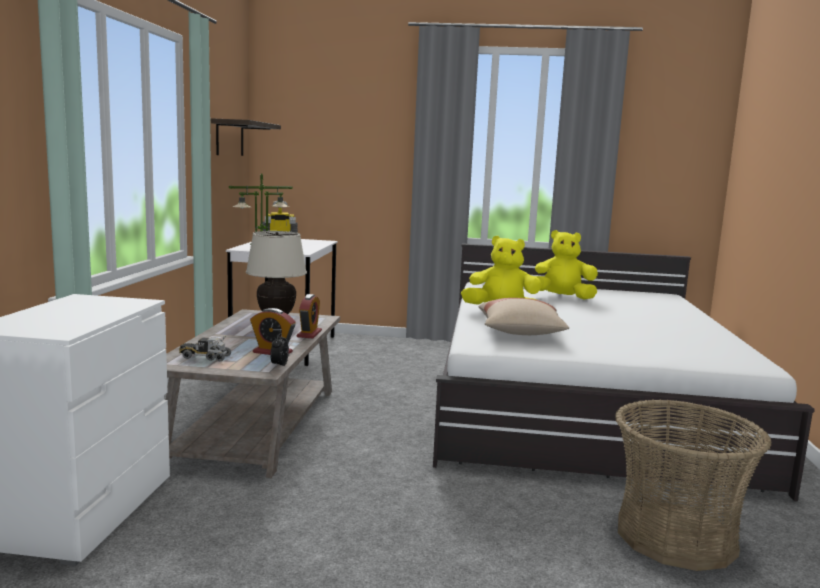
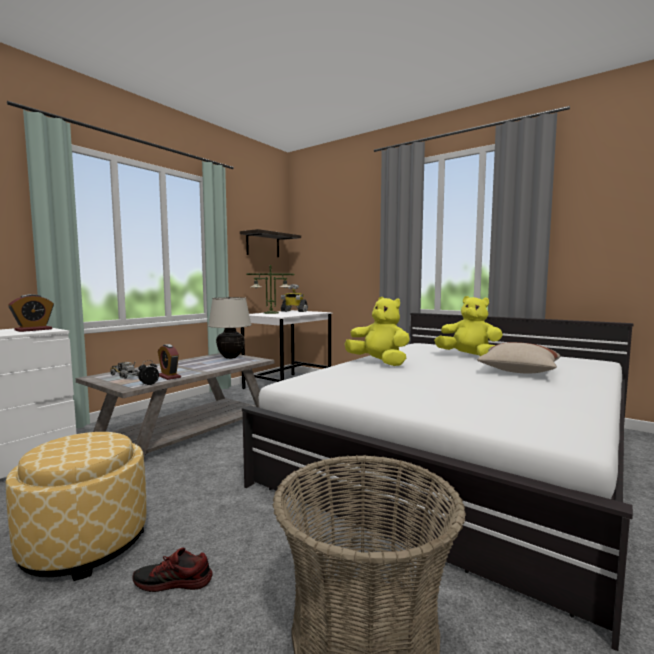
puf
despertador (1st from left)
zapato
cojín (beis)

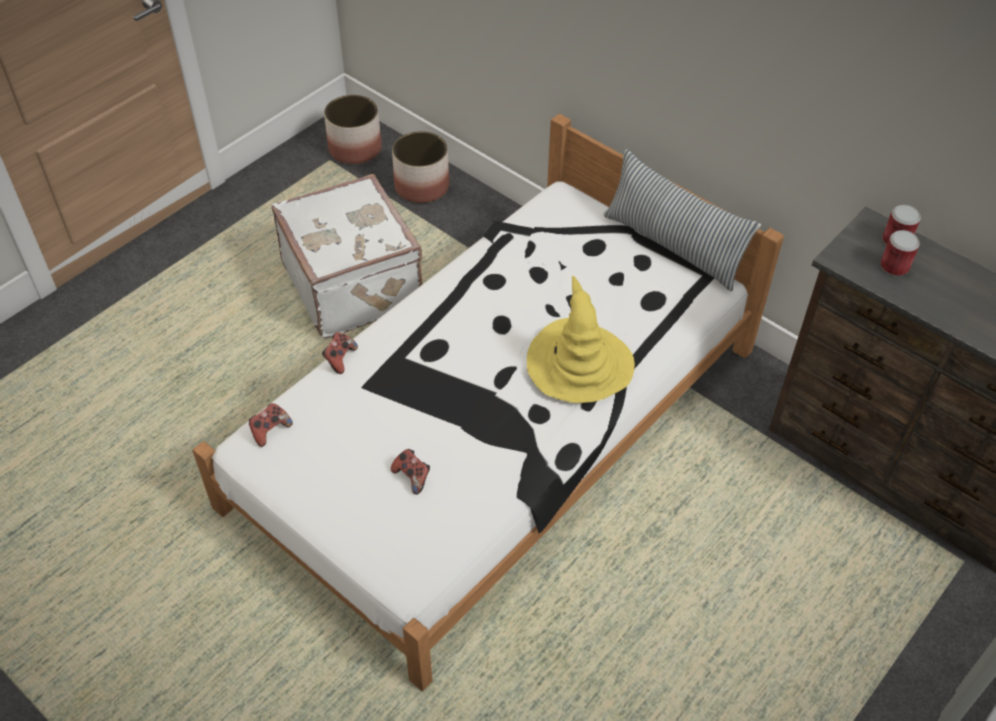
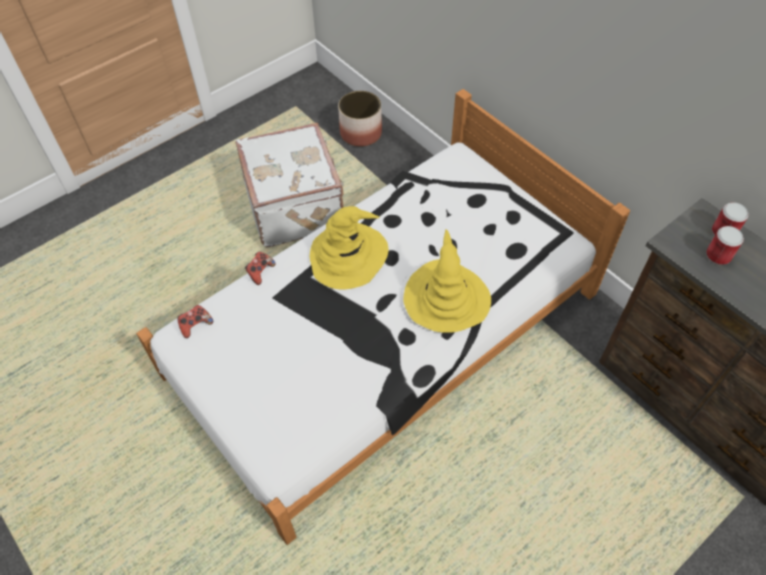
sombrero (amarillo) (1st from left)
maceta (1st from left in the first image)
mando de consola (3rd from left in the first image)
cojín

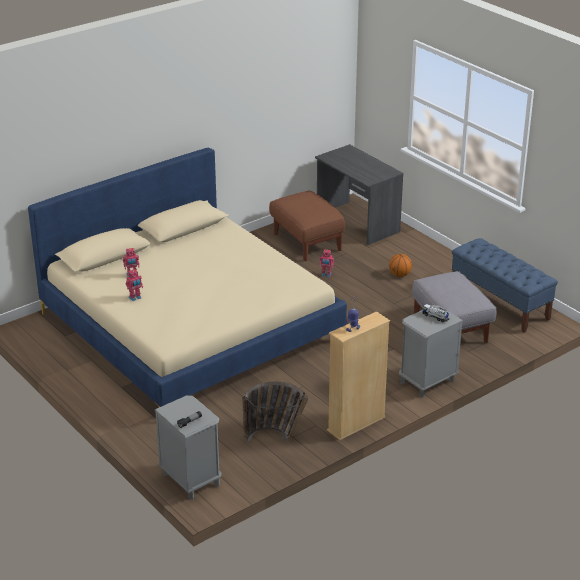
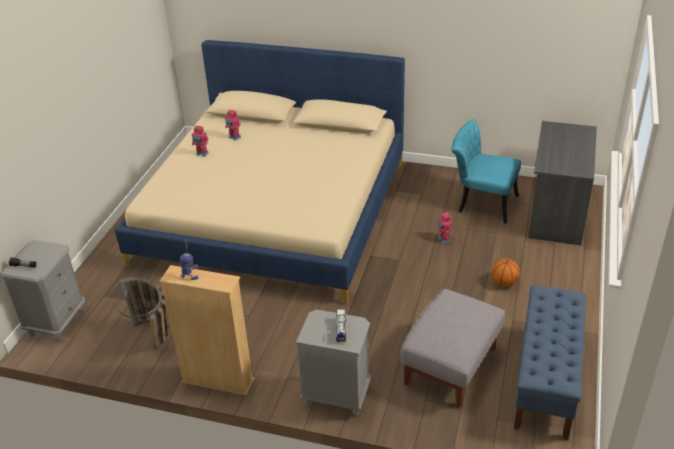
silla (turquesa)

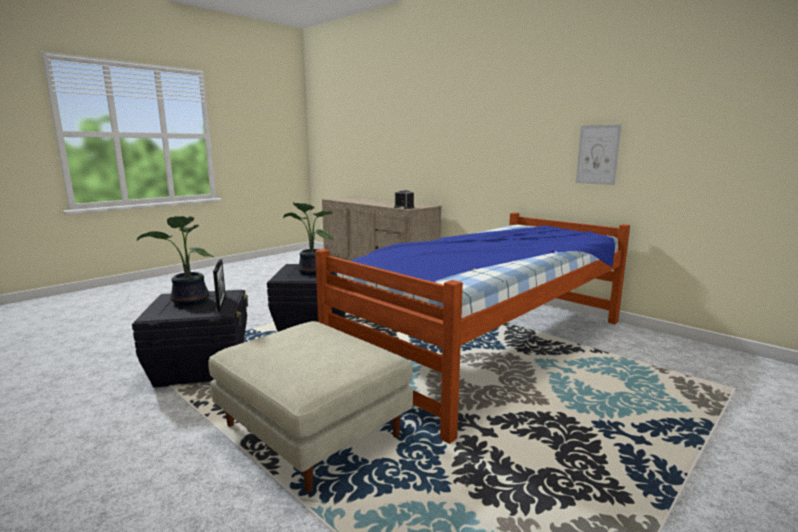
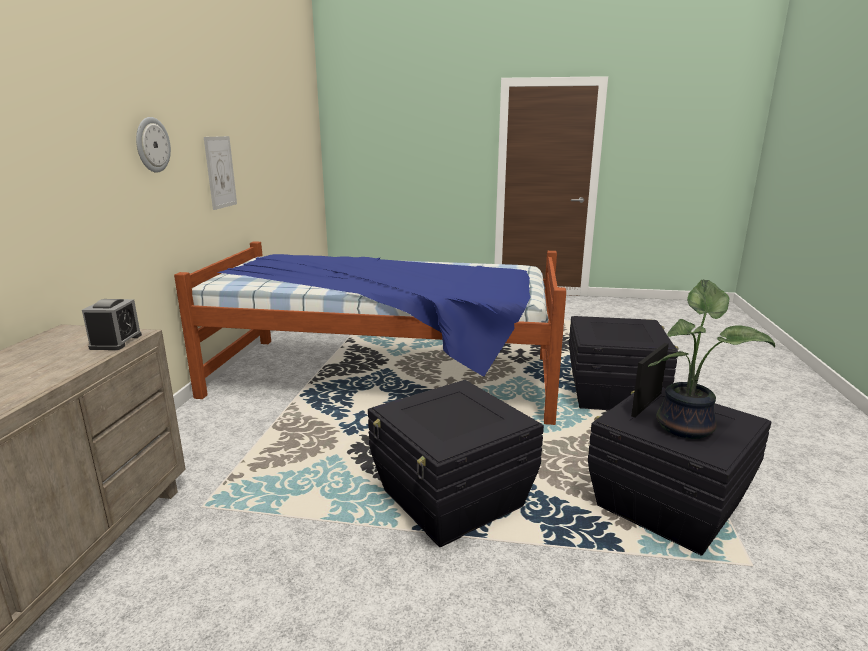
reloj de pared
caja de almacenaje (negro) (2nd from left)
planta en maceta (2nd from left in the first image)

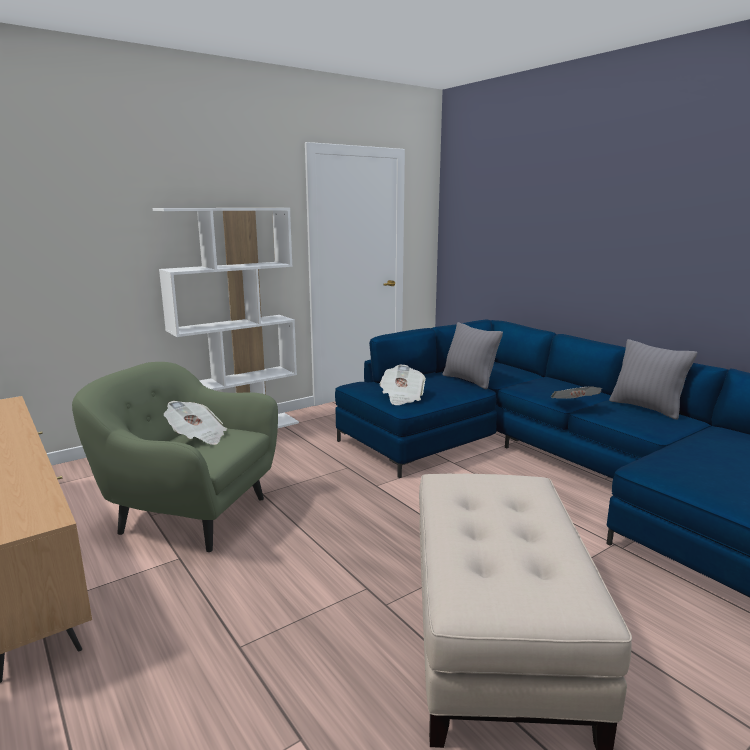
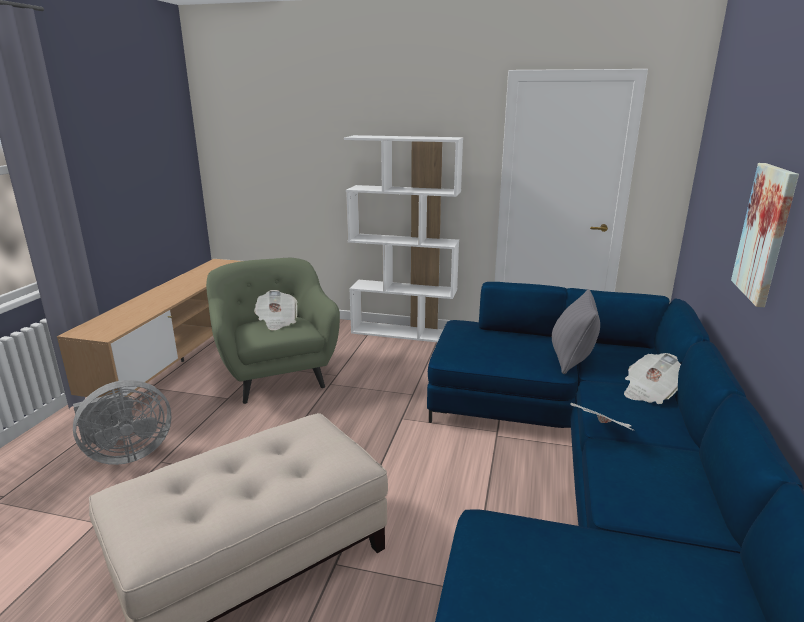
ventilador (gris)
periódico (3rd from left)
cuadro
cojín (gris) (2nd from left in the first image)

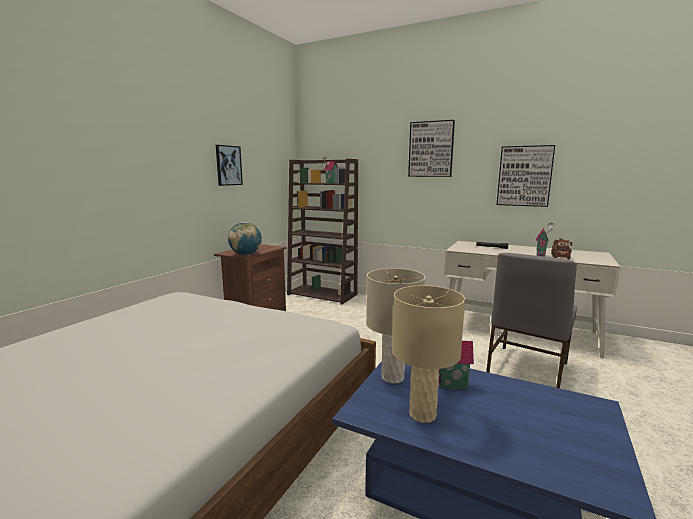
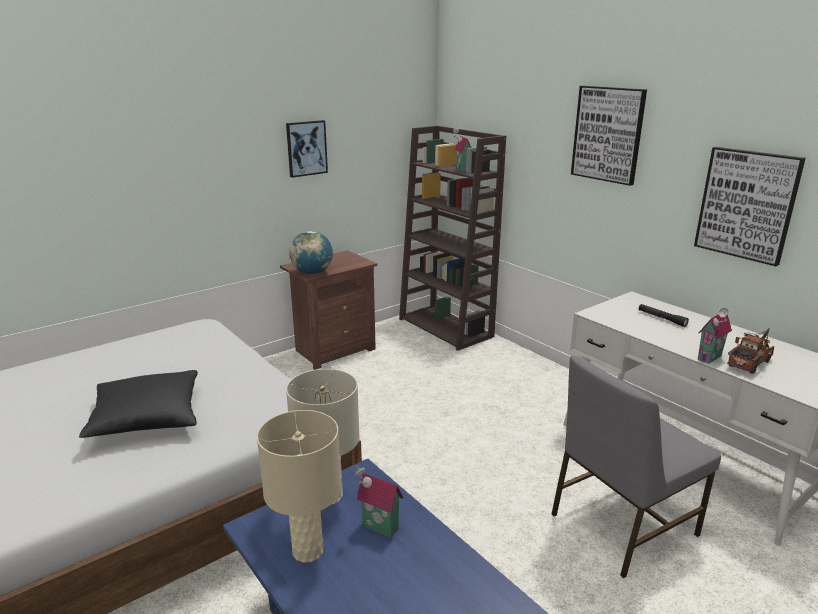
cojín (negro)

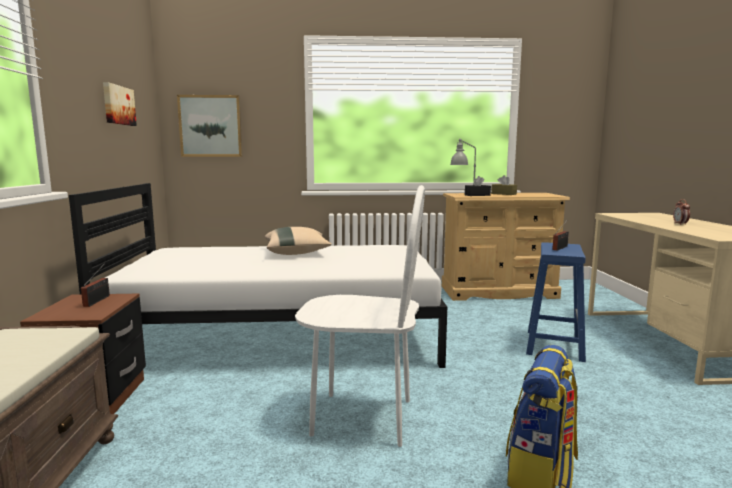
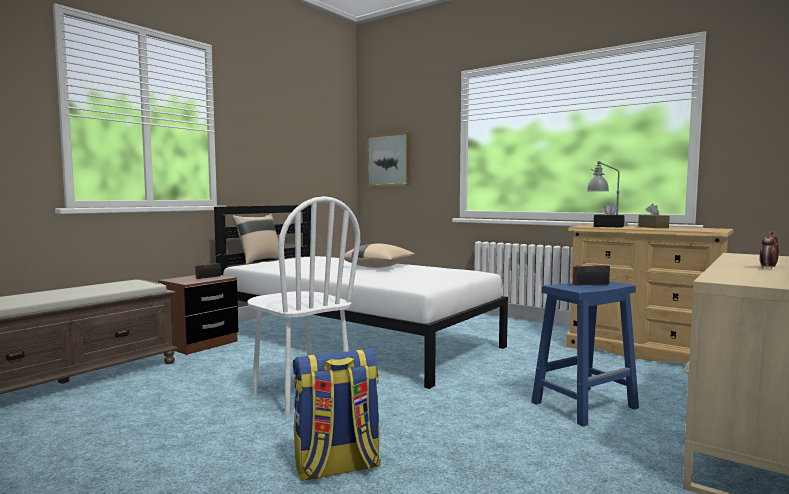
cojín (beis) (1st from left)
cuadro (1st from left in the first image)

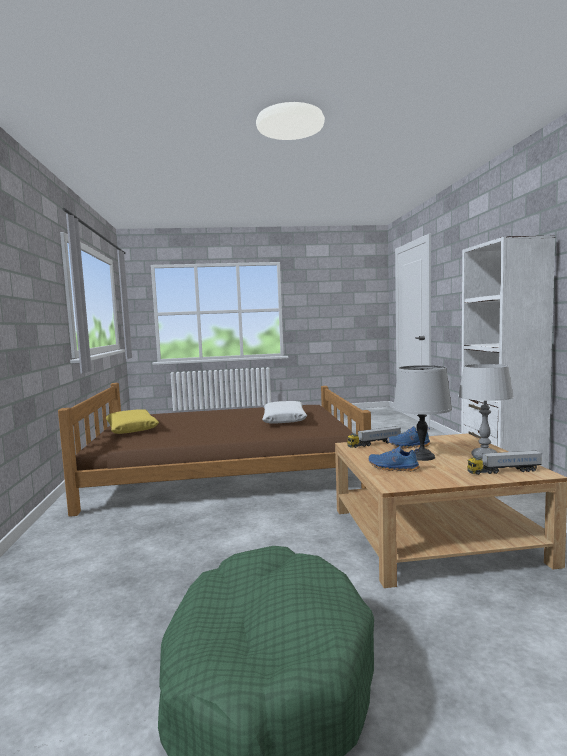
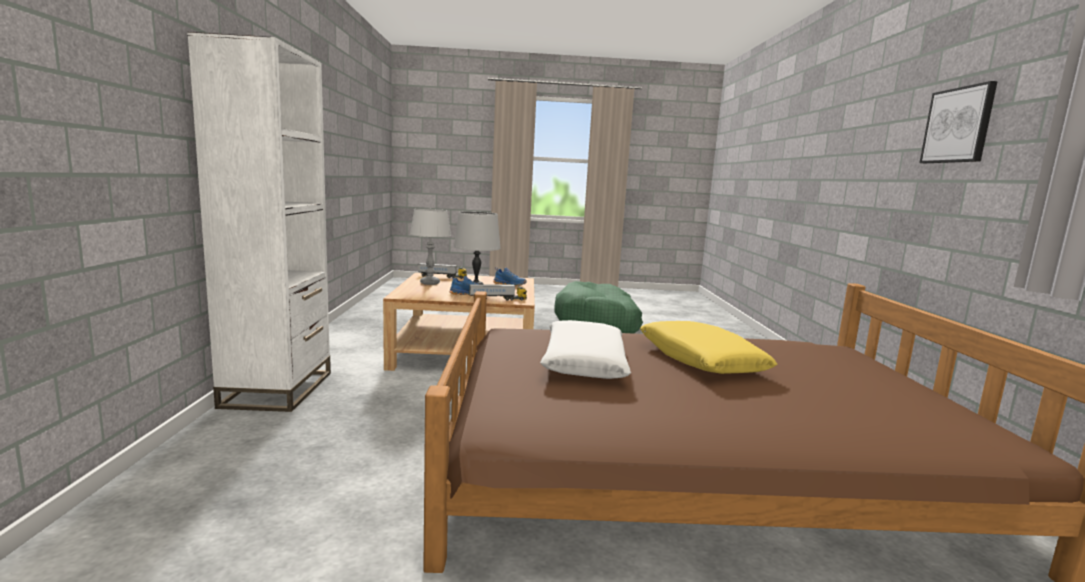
cojín (amarillo)
cuadro

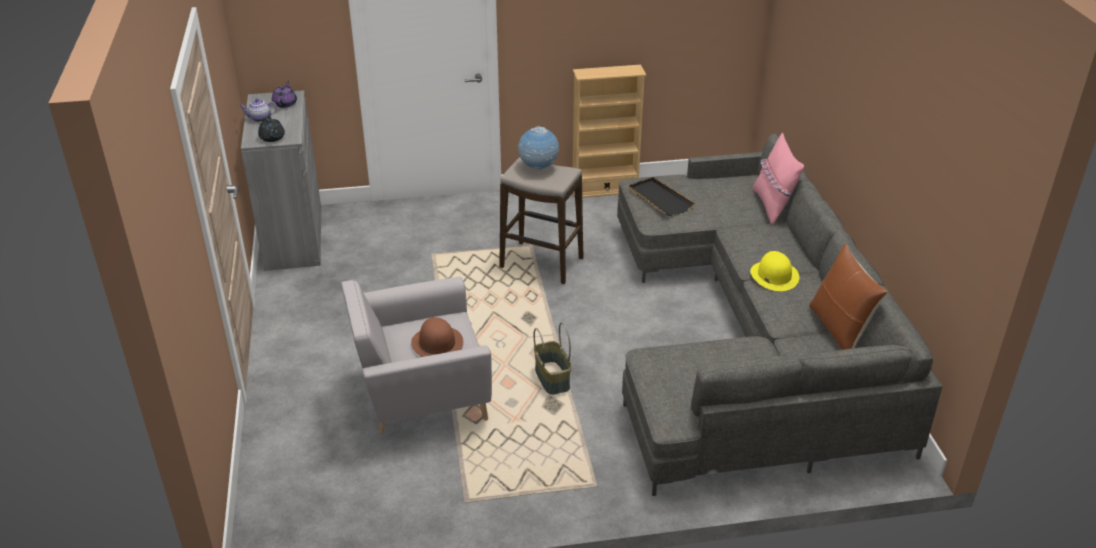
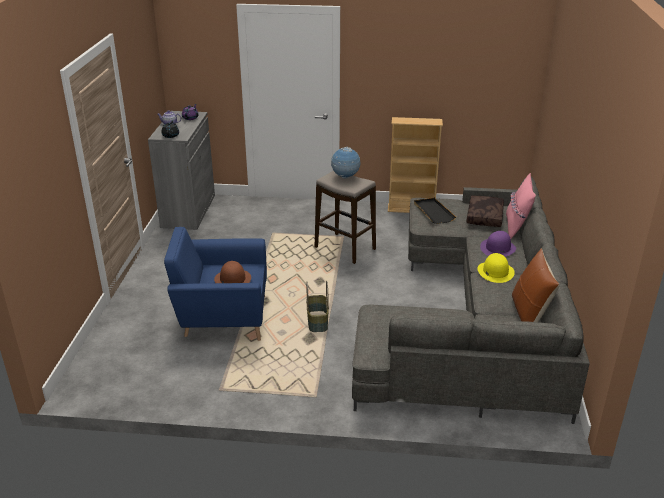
sillón (azul)
cojín (marrón) (1st from left)
sombrero (morado)

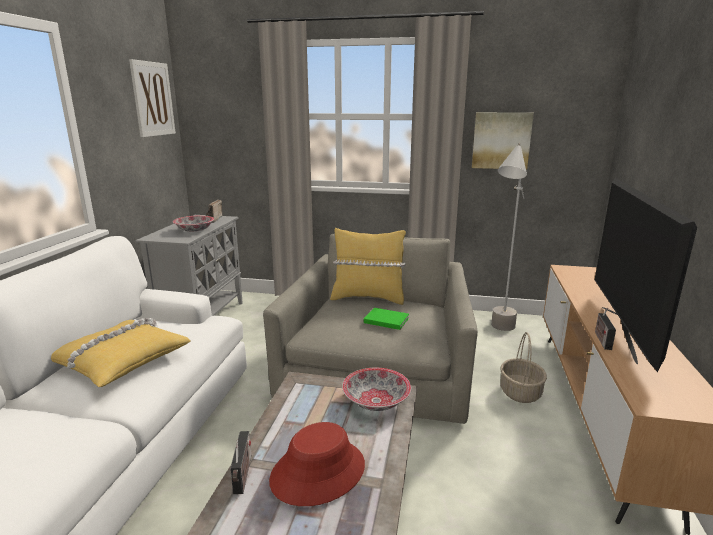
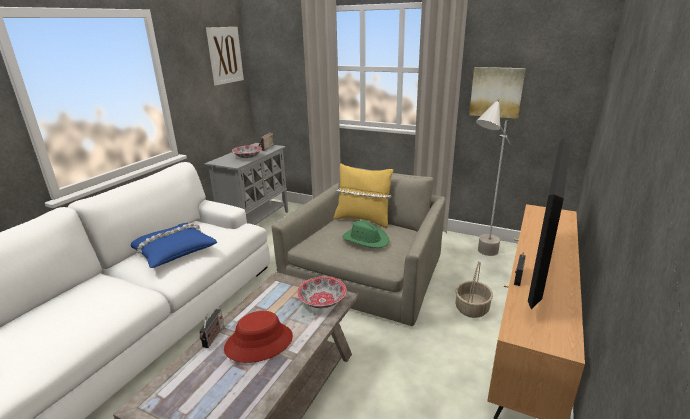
cojín (azul)
sombrero (verde)

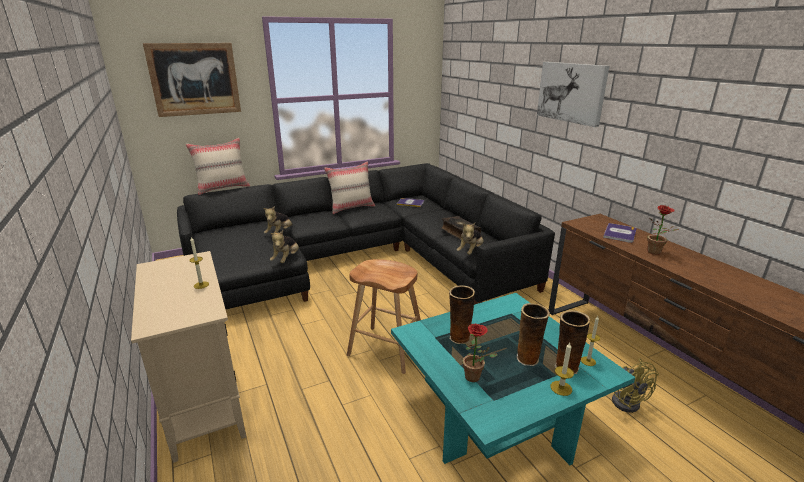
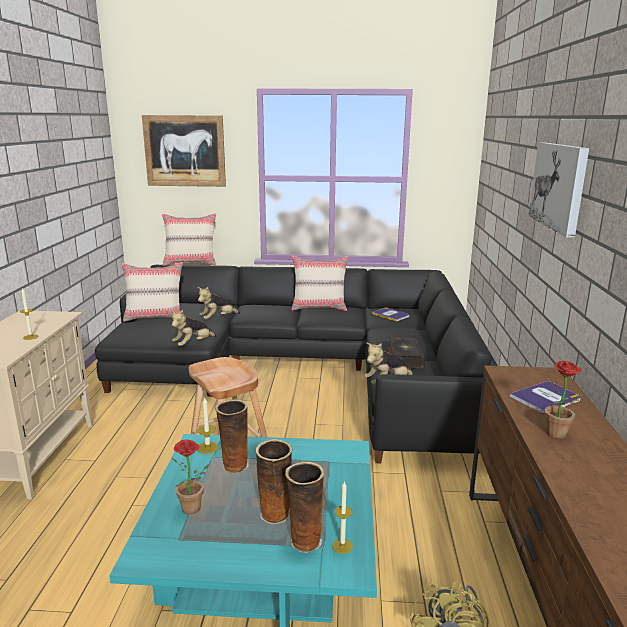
cojín (beis) (1st from left)
vela (2nd from left)

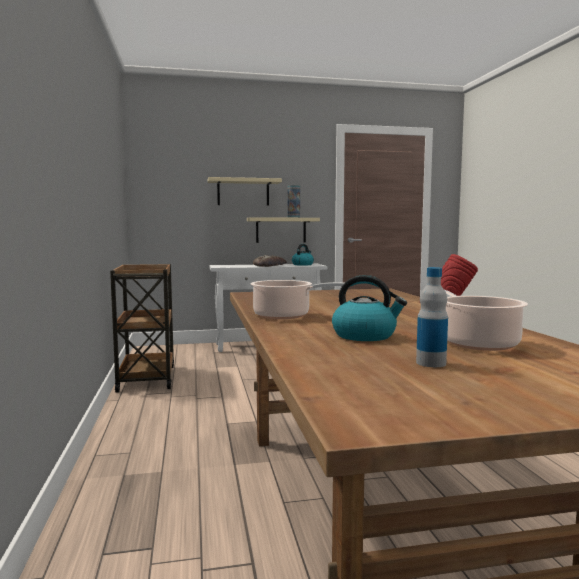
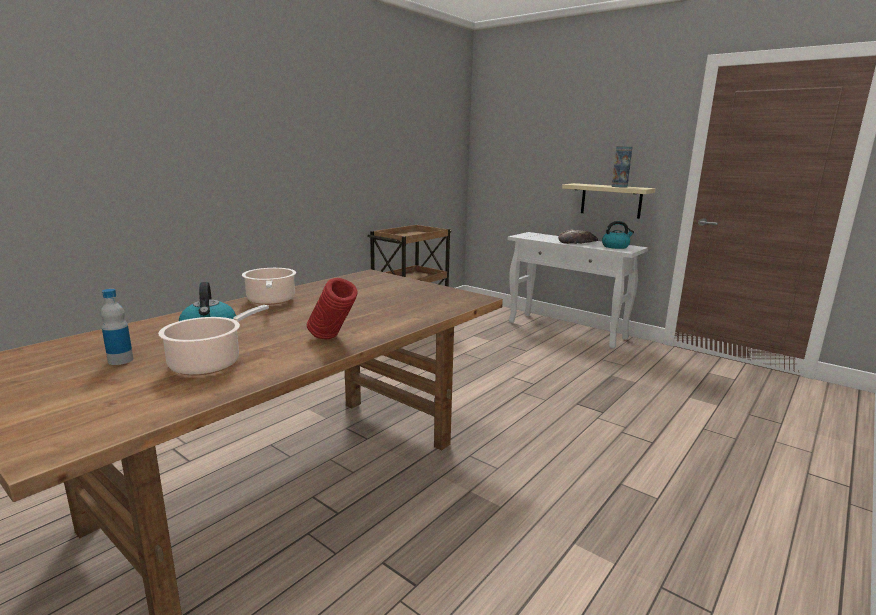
estante (beis) (1st from left in the first image)

